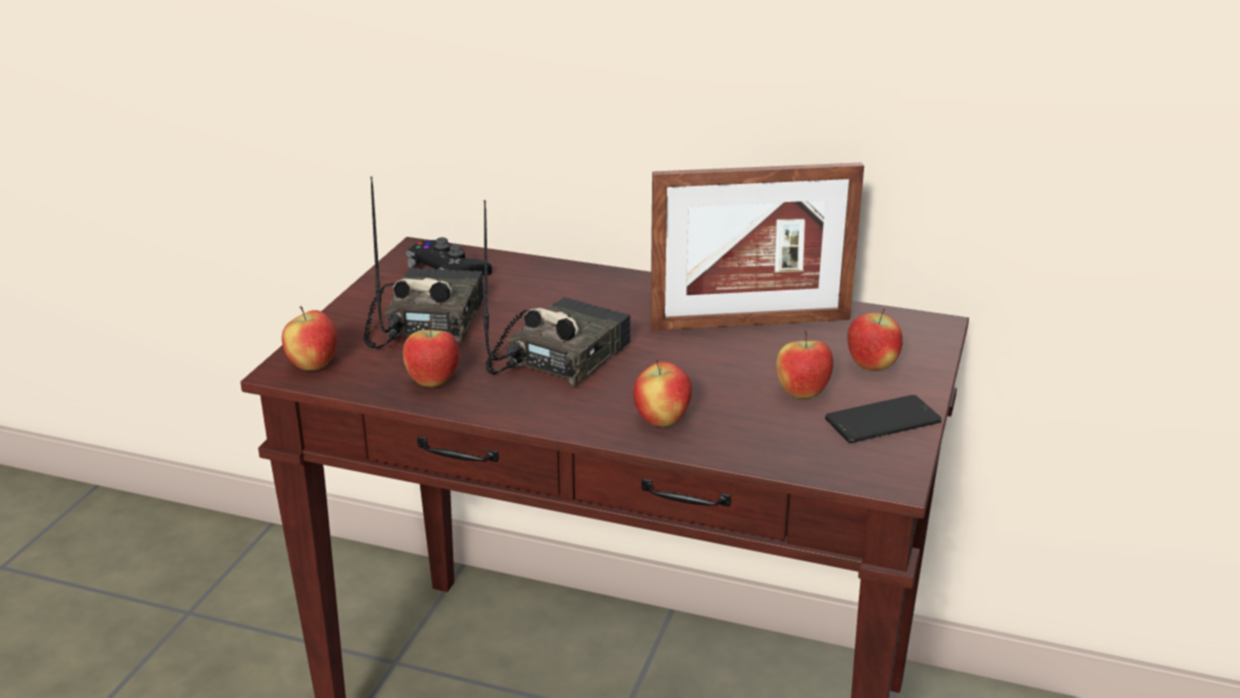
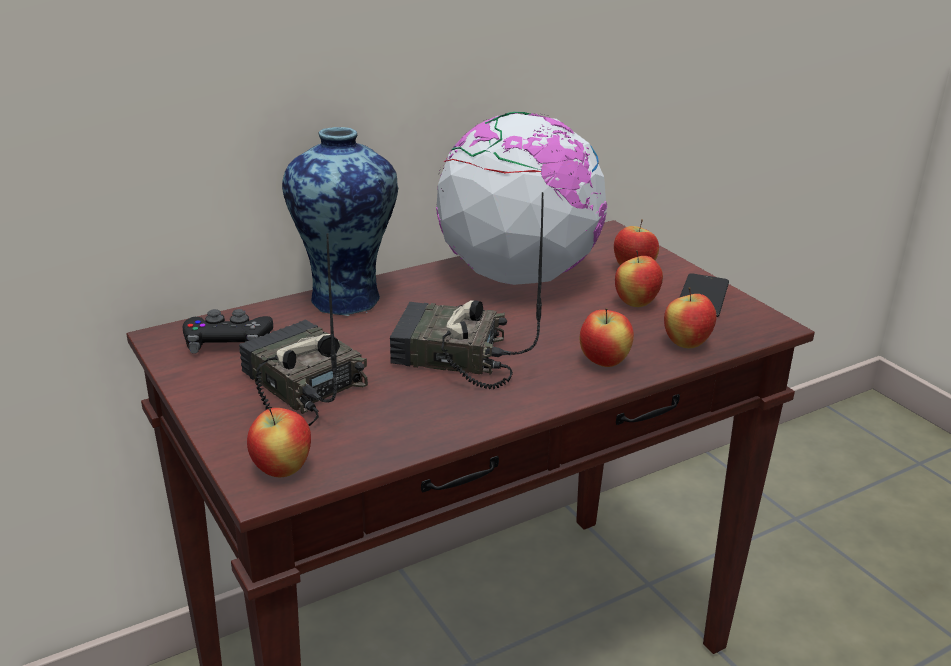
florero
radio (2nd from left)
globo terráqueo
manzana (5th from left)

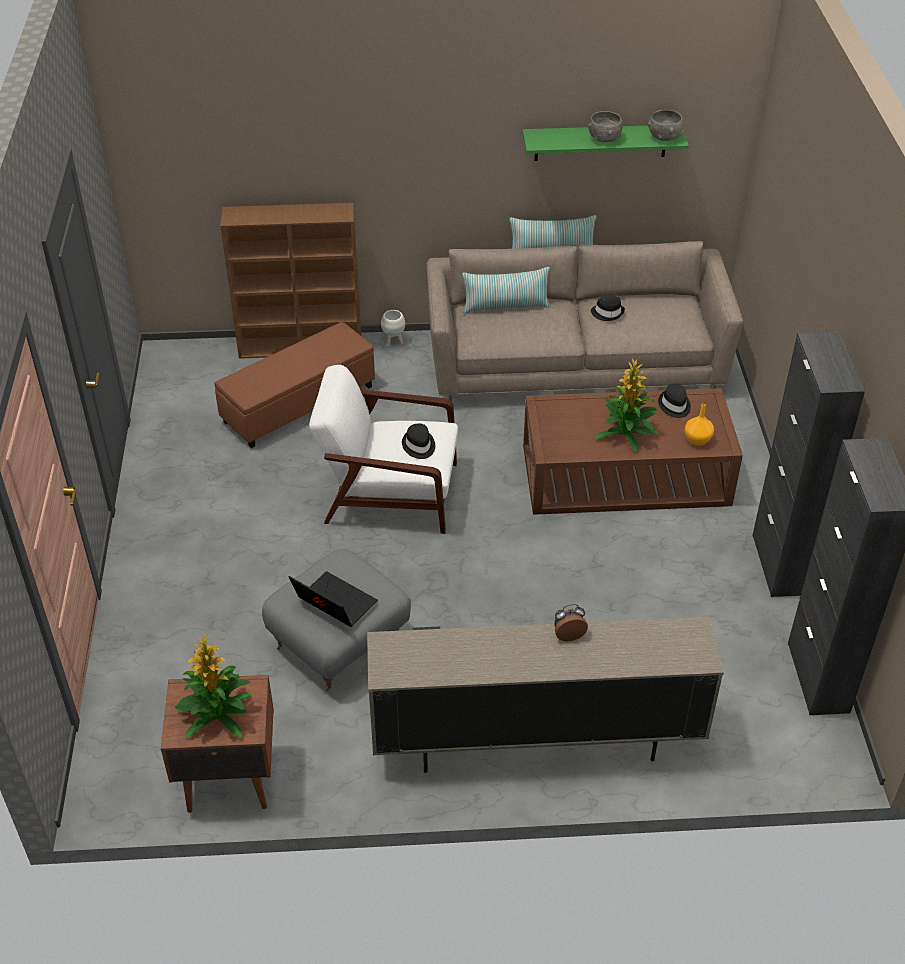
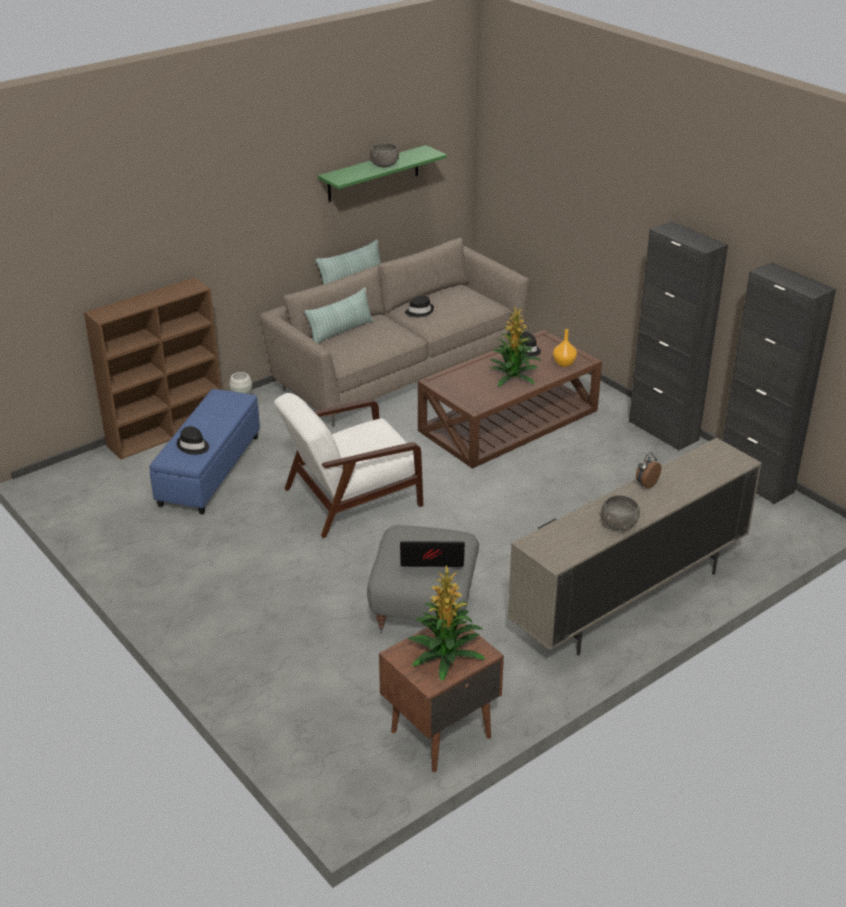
puf (azul)
sombrero (negro) (1st from left)
cuenco (gris) (2nd from left)

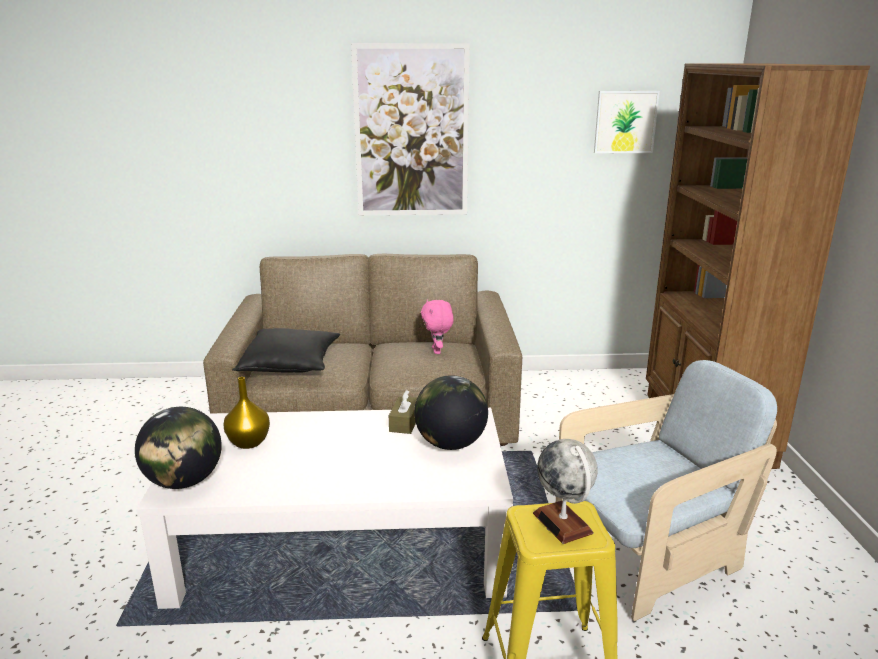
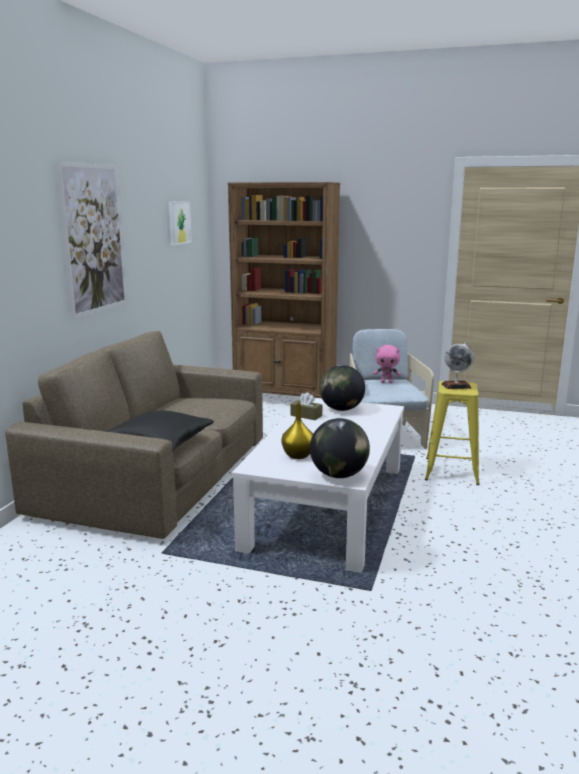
peluche (rosa)

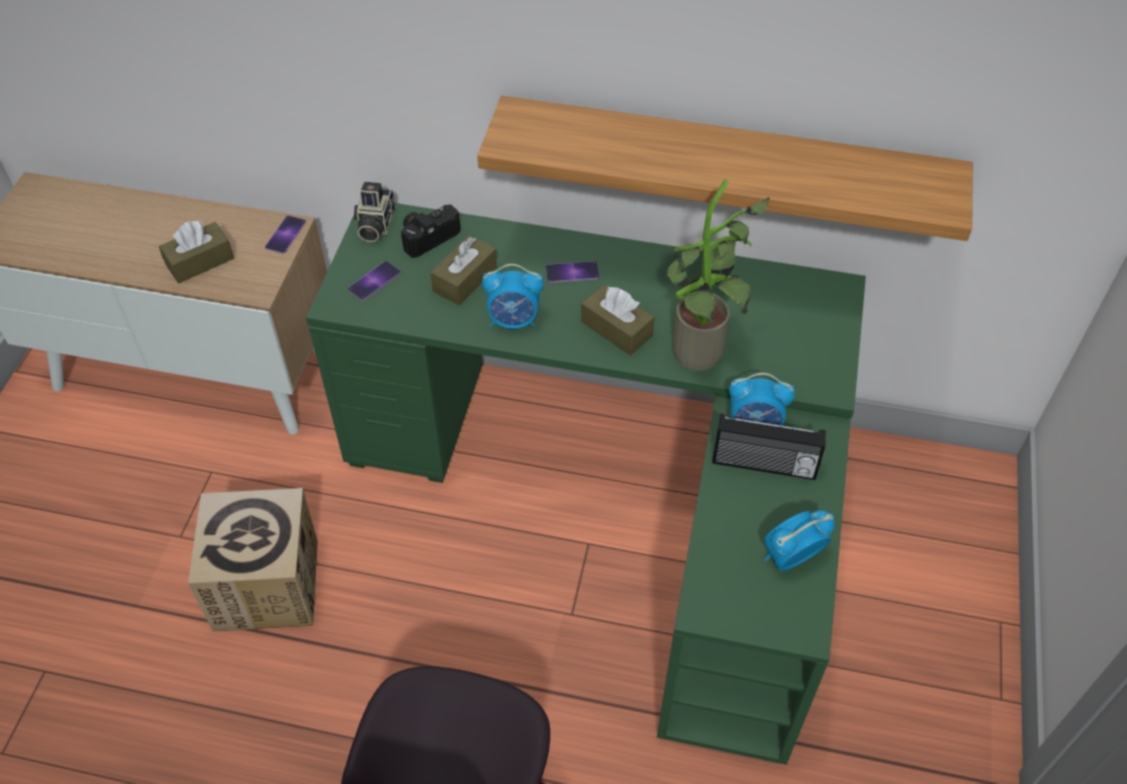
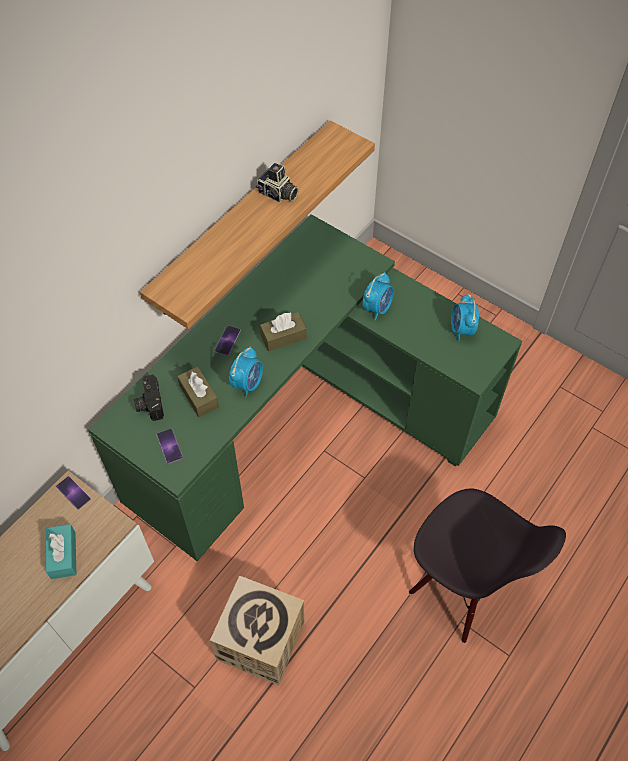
caja de pañuelos (turquesa)
cámara (2nd from left)
planta en maceta
radio

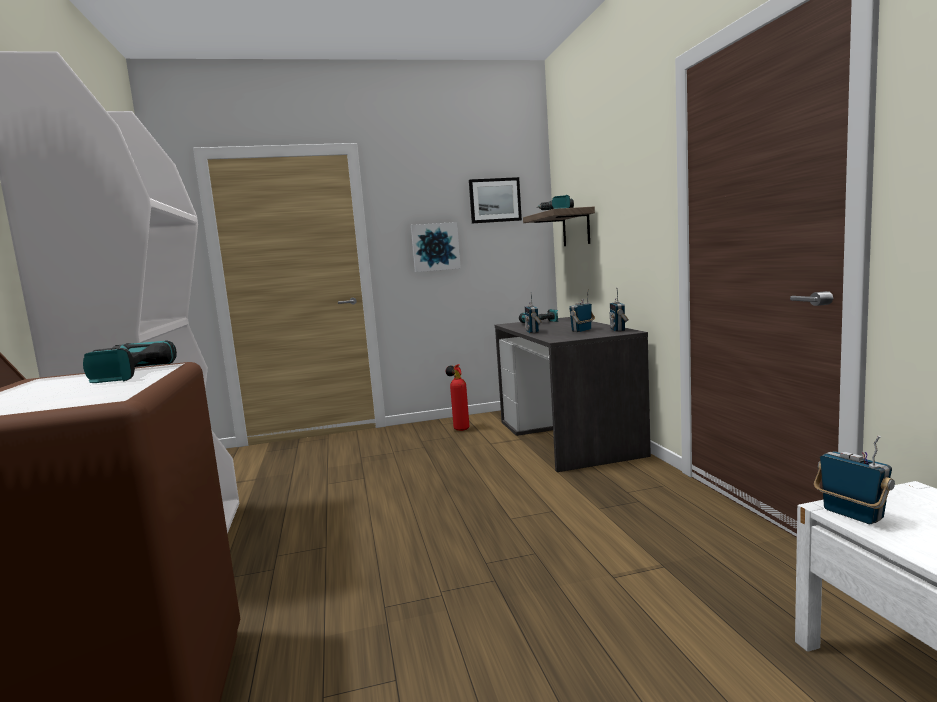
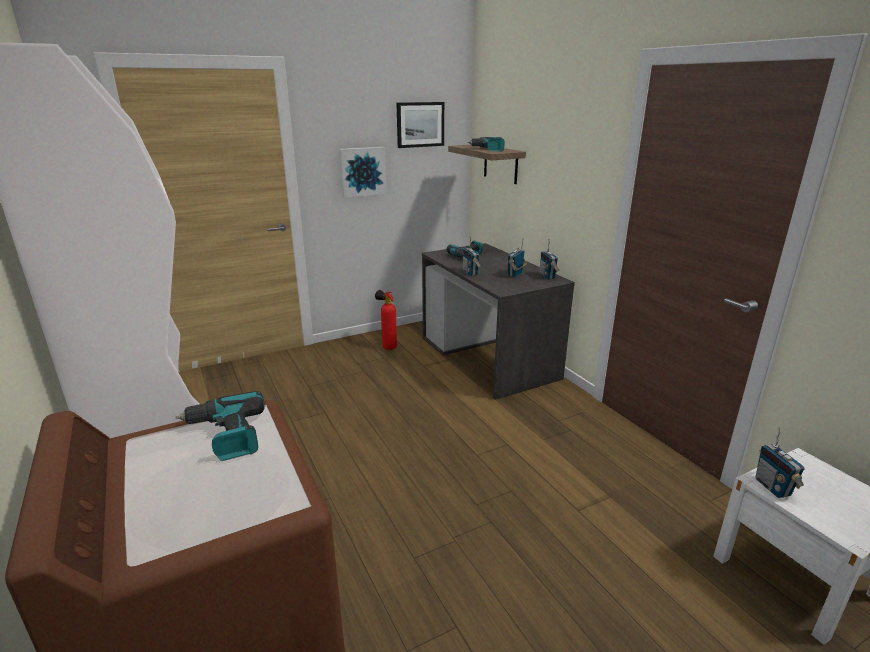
radio (4th from left)

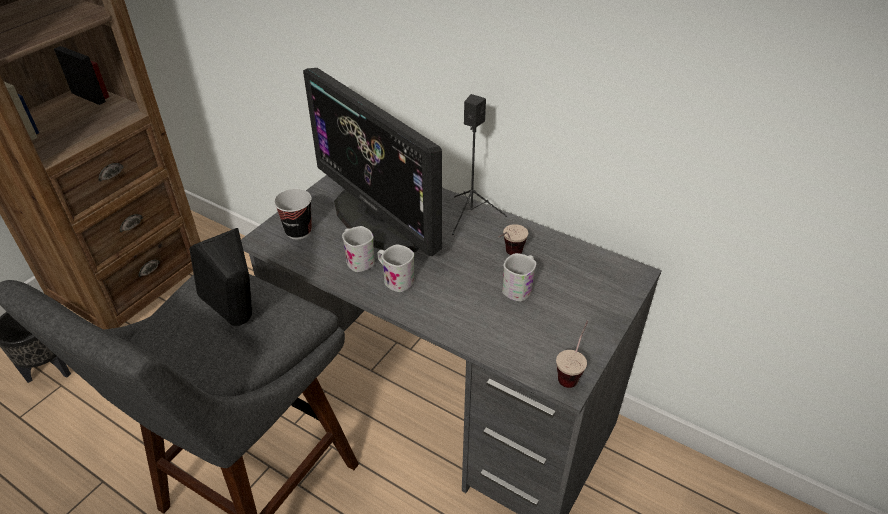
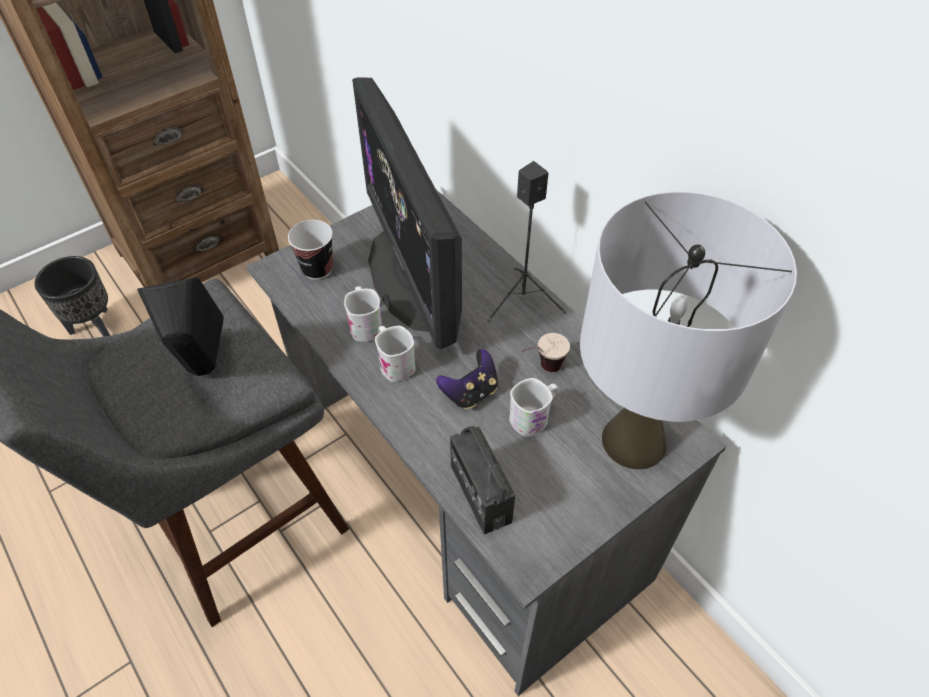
mando de consola
radio
lámpara de mesa (gris)
taza (3rd from left in the first image)

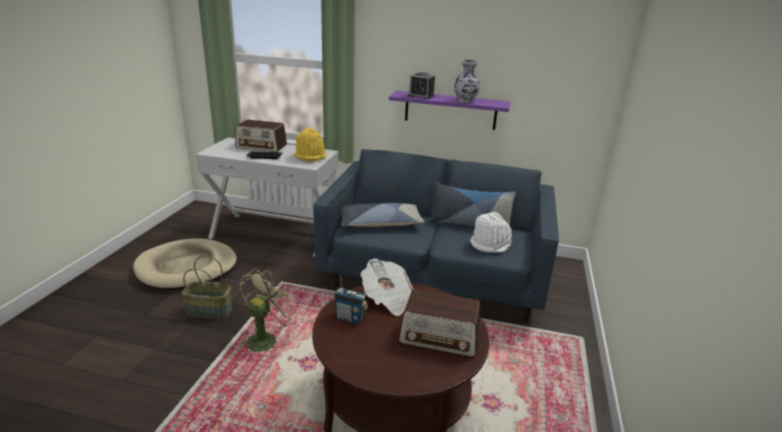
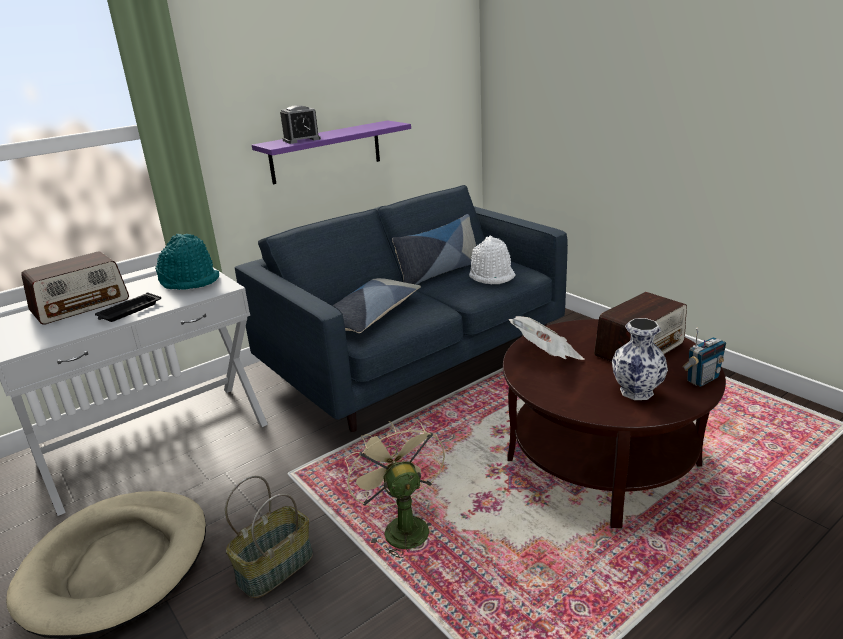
sombrero (turquesa)
florero
radio (3rd from left)

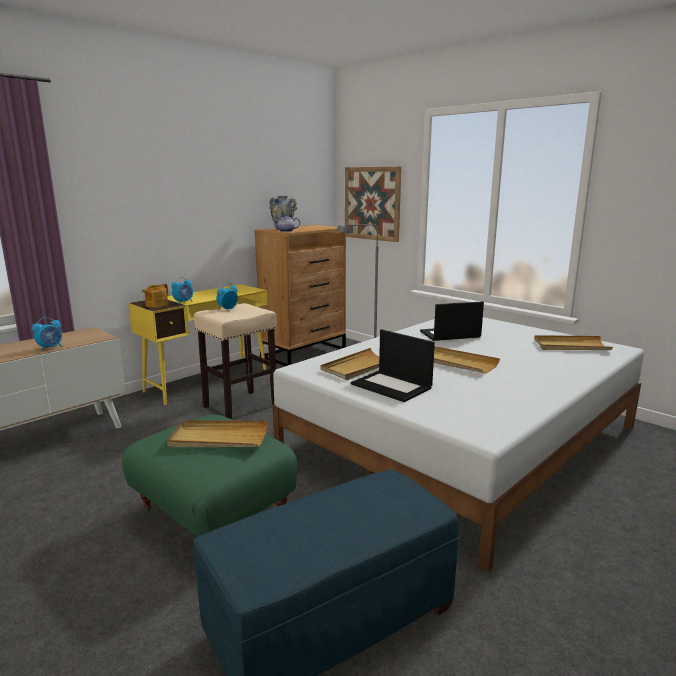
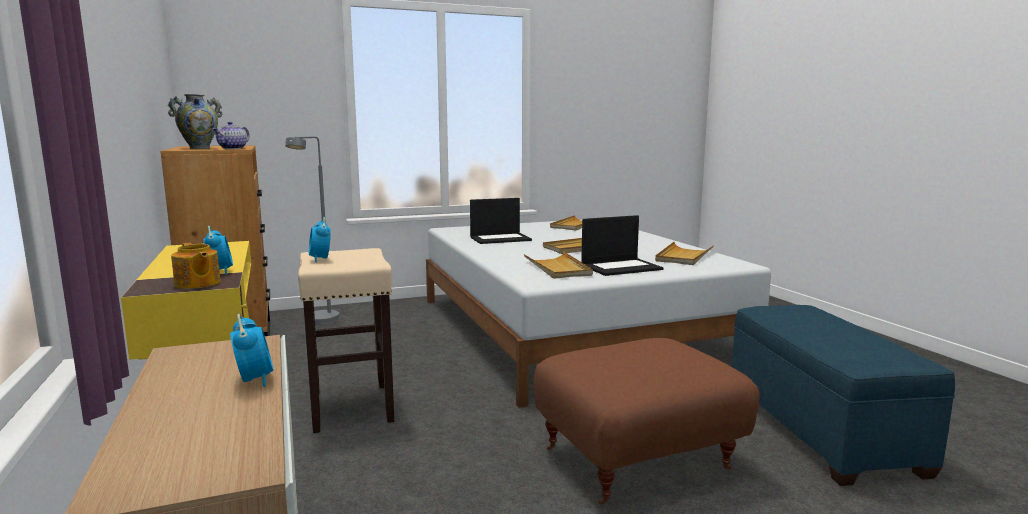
portátil (1st from left)
puf (marrón)
bandeja (beis) (4th from left)
cuadro

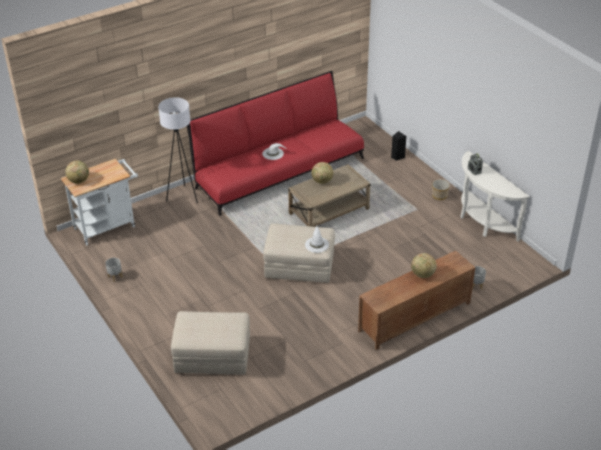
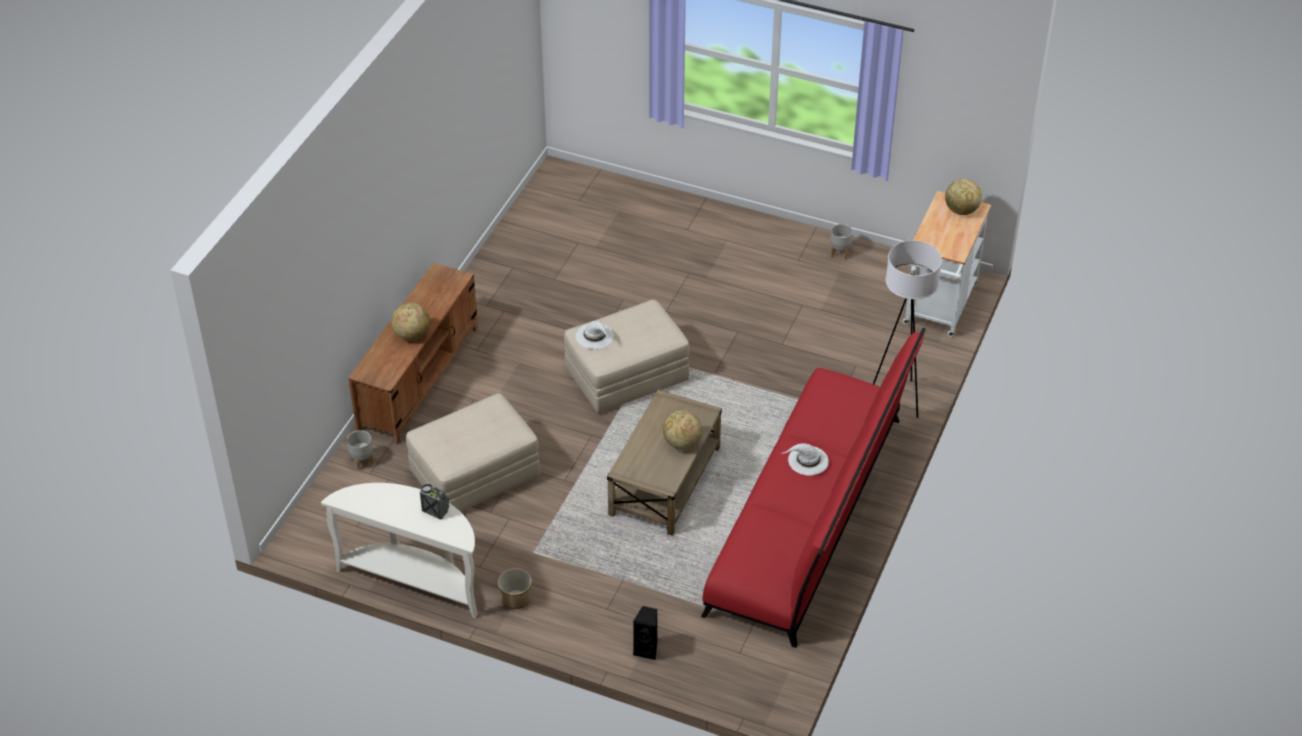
puf (beis) (1st from left)

